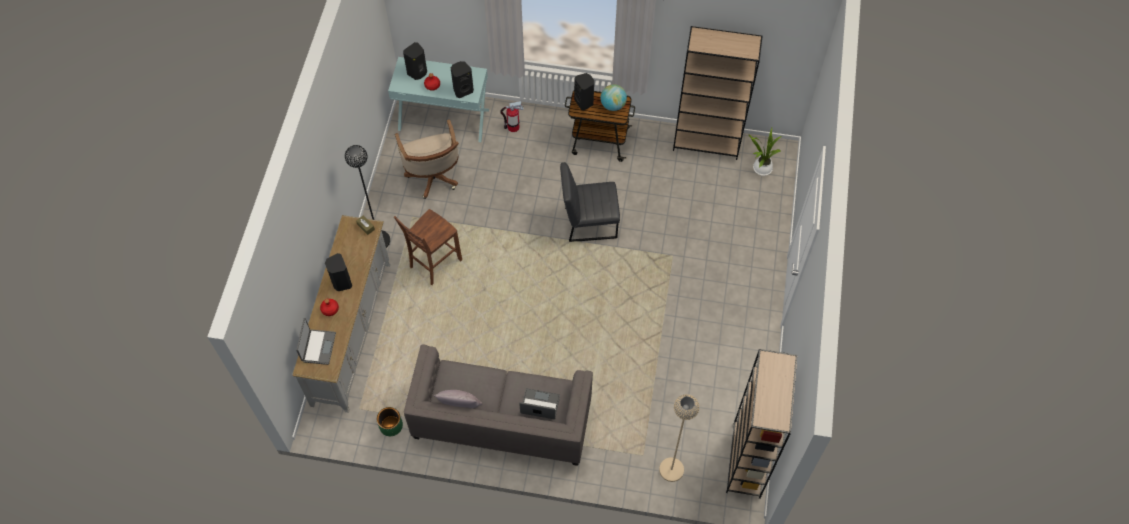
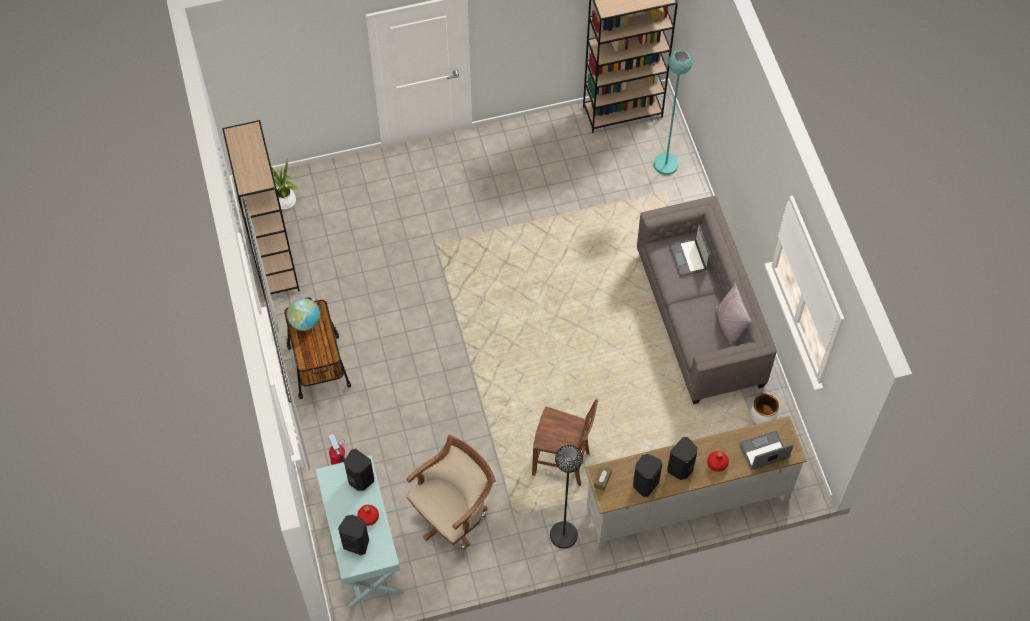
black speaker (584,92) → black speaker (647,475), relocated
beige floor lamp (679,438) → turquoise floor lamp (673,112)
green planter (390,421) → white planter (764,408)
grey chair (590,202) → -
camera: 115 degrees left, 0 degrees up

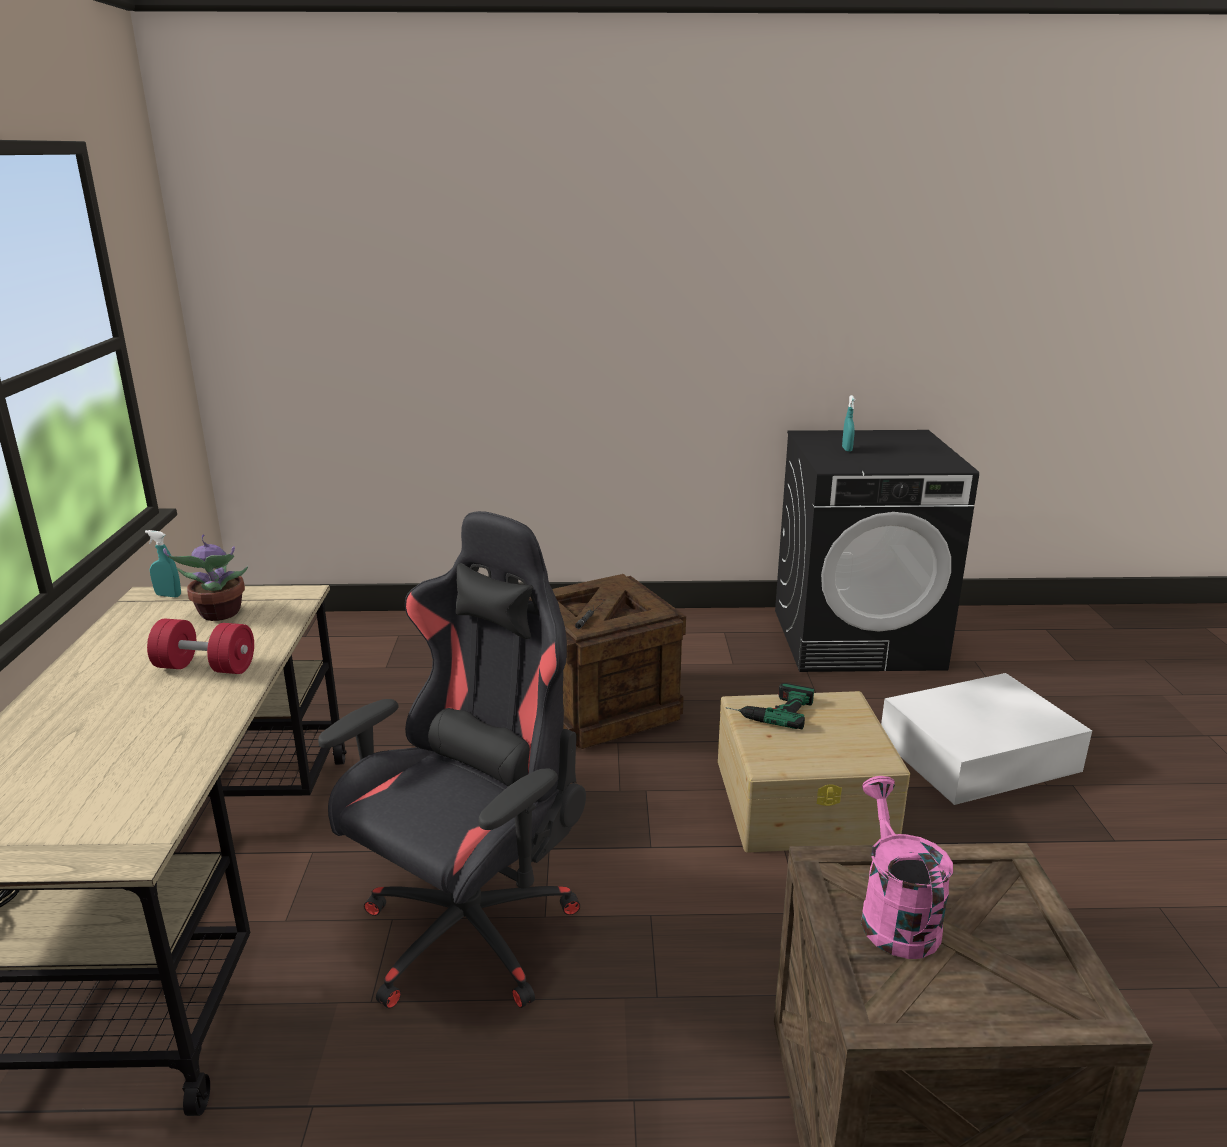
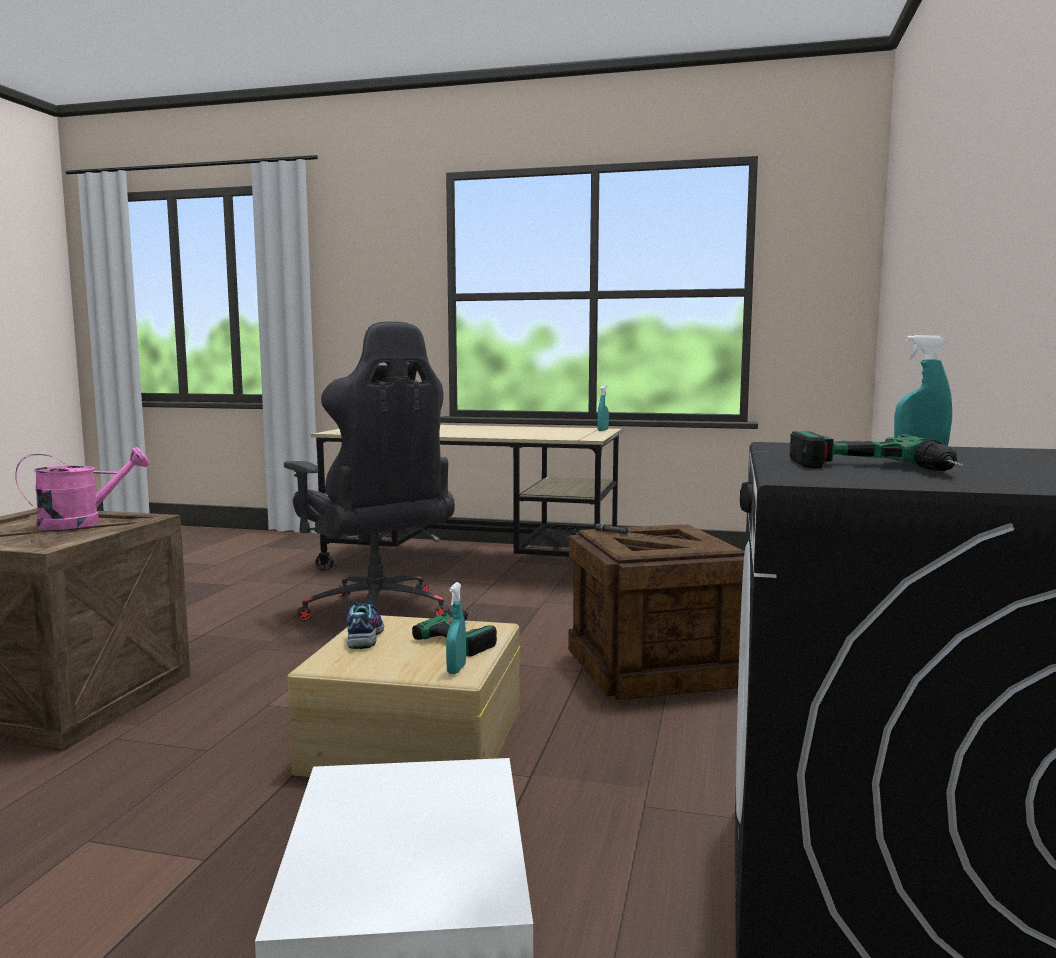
pink watering can (907,867) → pink watering can (82,488), 45 degrees counterclockwise
- → shoe (363,624)
- → turquoise spray bottle (456,628)
- → power drill (876,451)
red dumbbell (200,646) → -
potted plant (205,578) → -
camera: 105 degrees right, 15 degrees down

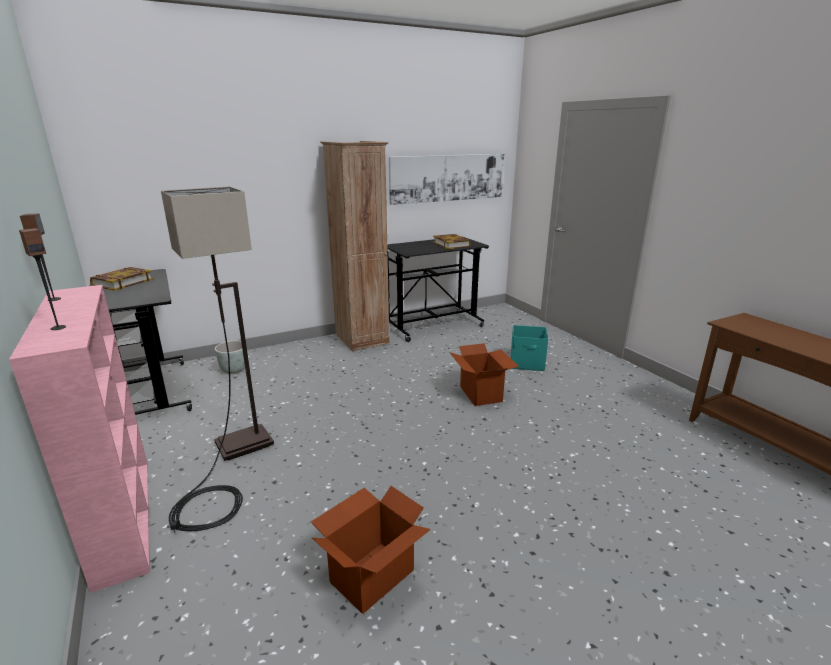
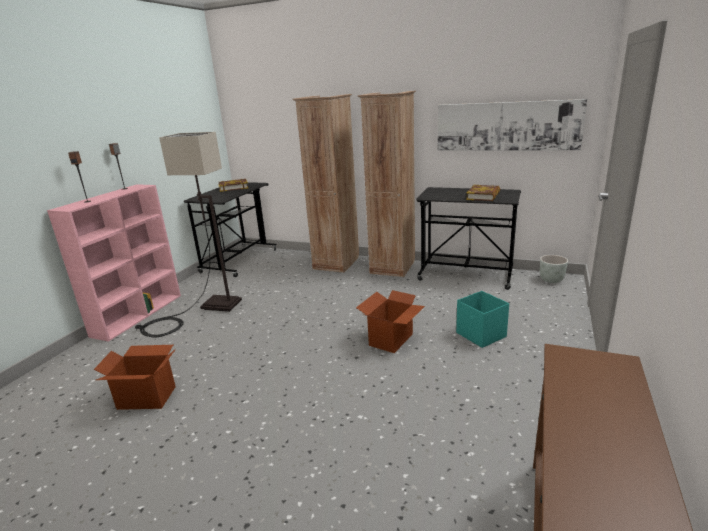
- → brown cabinet (325,183)
grey planter (230,357) → grey planter (554,269), relocated
camera: 50 degrees right, 0 degrees up

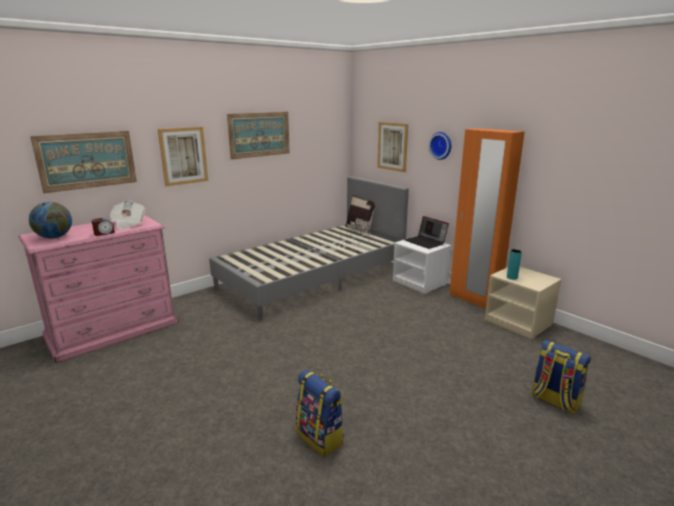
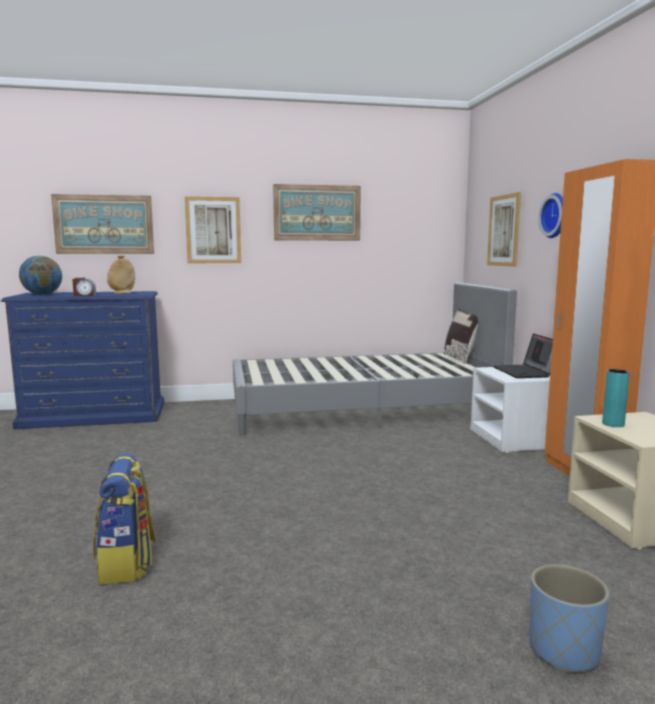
pink dresser (99,289) → blue dresser (82,360)
newspaper (127,215) → beige vase (121,275)
backpack (561,377) → blue planter (569,618)
camera: 30 degrees right, 10 degrees down

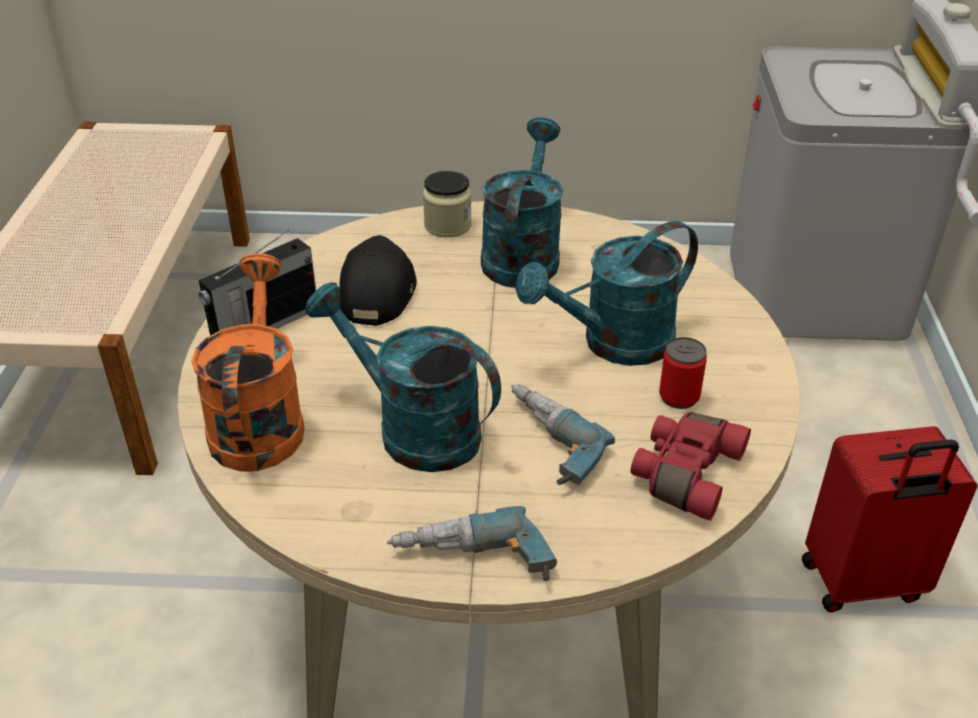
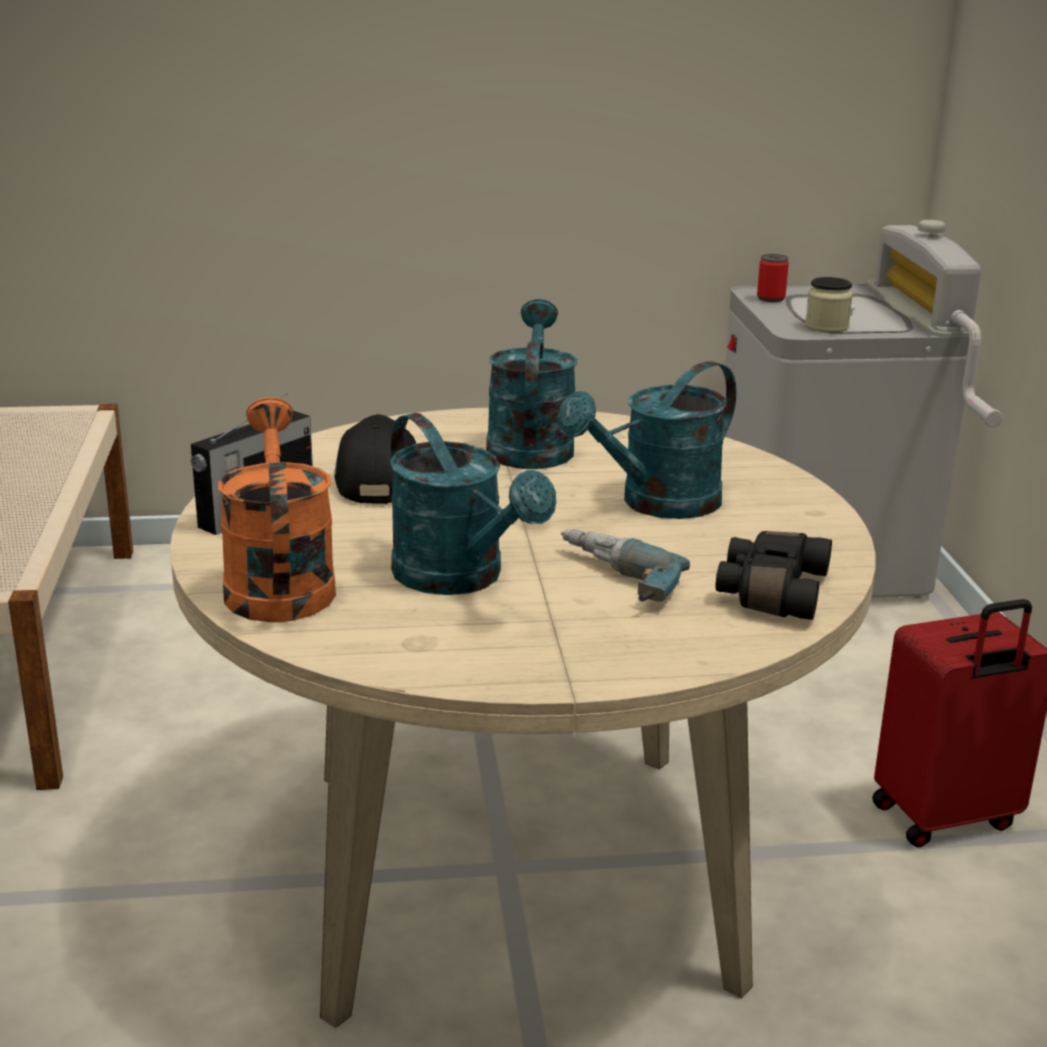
turquoise watering can (403,377) → turquoise watering can (473,504), 150 degrees counterclockwise
red binoculars (691,466) → black binoculars (774,575)
can (683,373) → can (773,278), relocated
jar (447,204) → jar (829,305), relocated
power drill (472,543) → -
camera: 10 degrees left, 15 degrees down

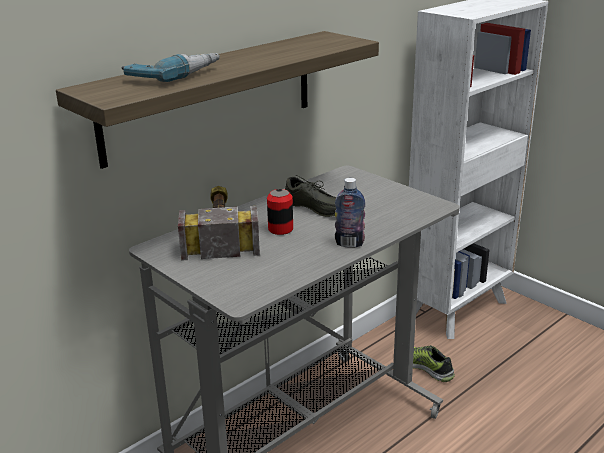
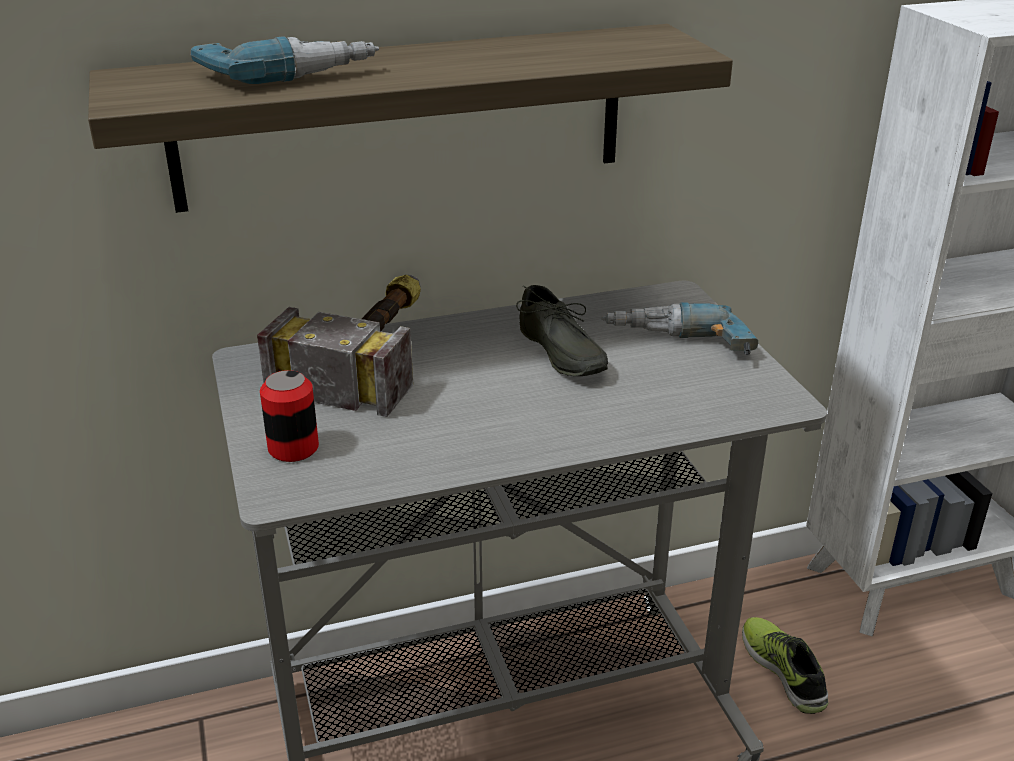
can (280,212) → can (289,416), relocated
- → power drill (680,329)
bottle (350,213) → -
camera: 25 degrees right, 5 degrees up

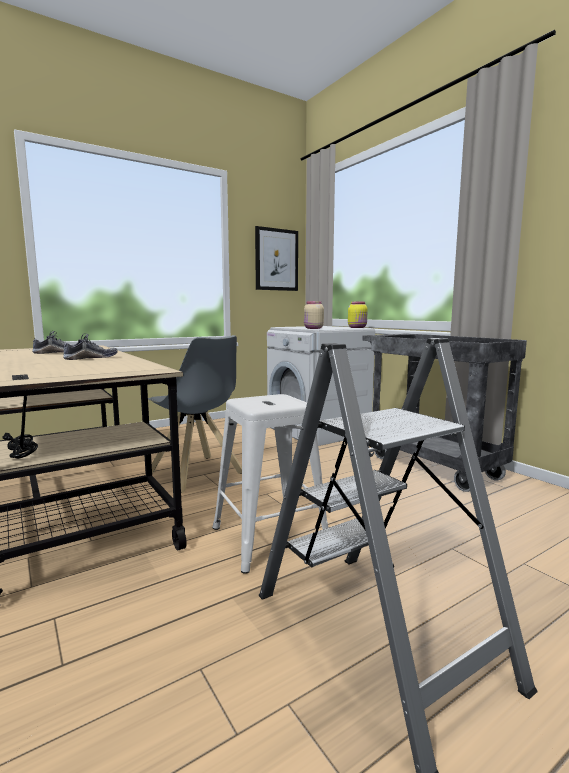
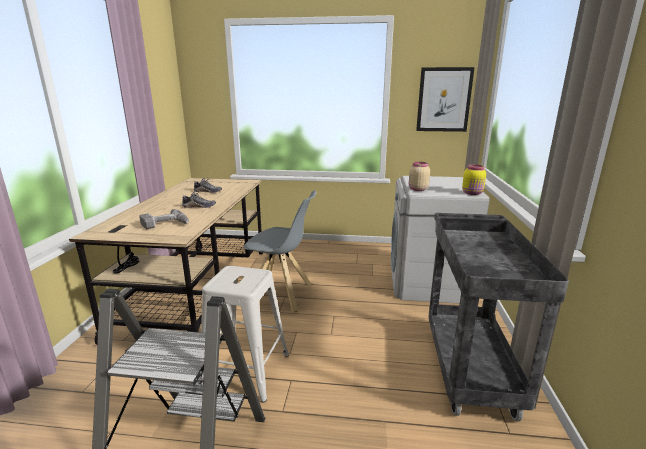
- → power drill (164,219)
grey chair (195,414) → grey chair (280,251), 75 degrees counterclockwise
camera: 40 degrees right, 10 degrees up

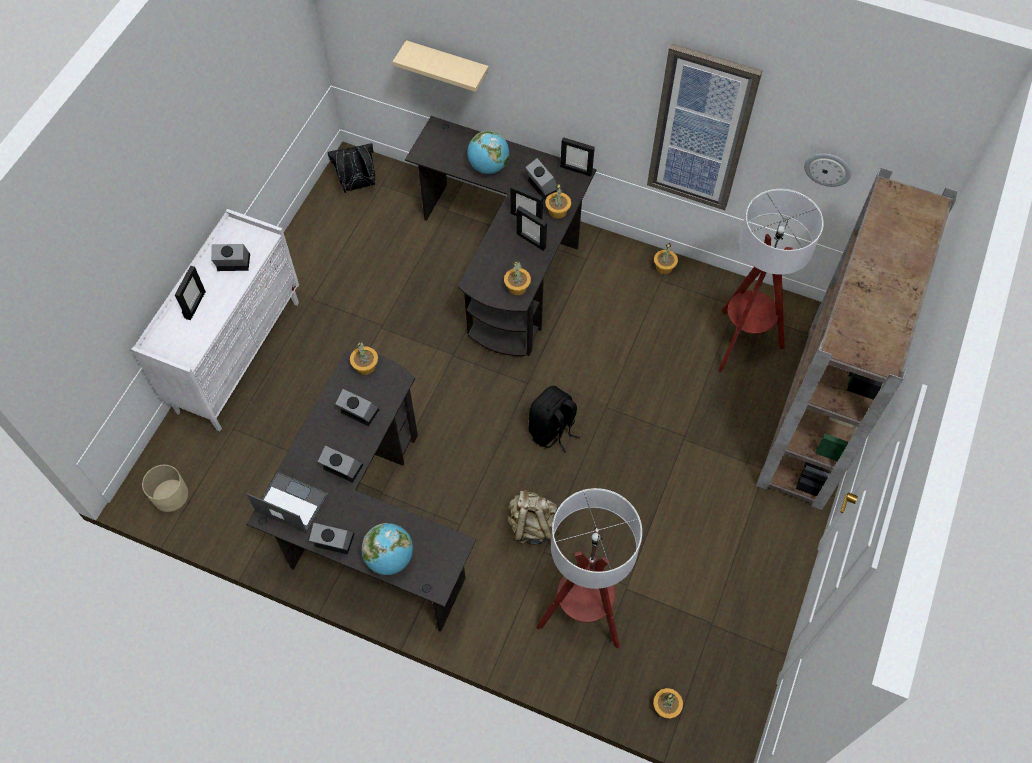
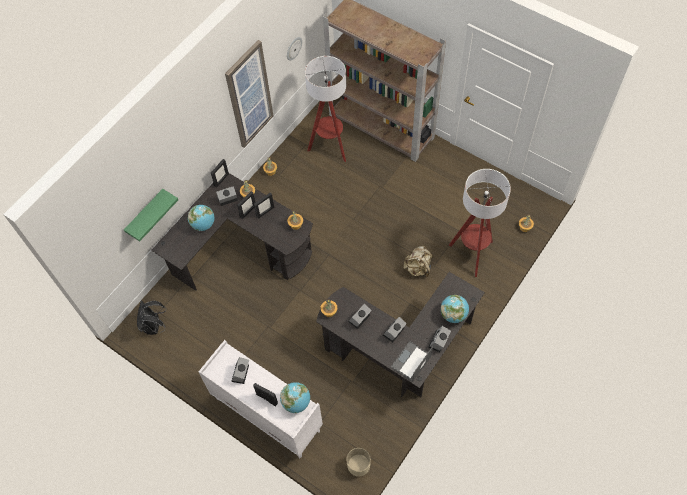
beige shelf (441,66) → green shelf (151,215)
- → globe (295,397)
black backpack (554,419) → -
camera: 75 degrees left, 0 degrees up

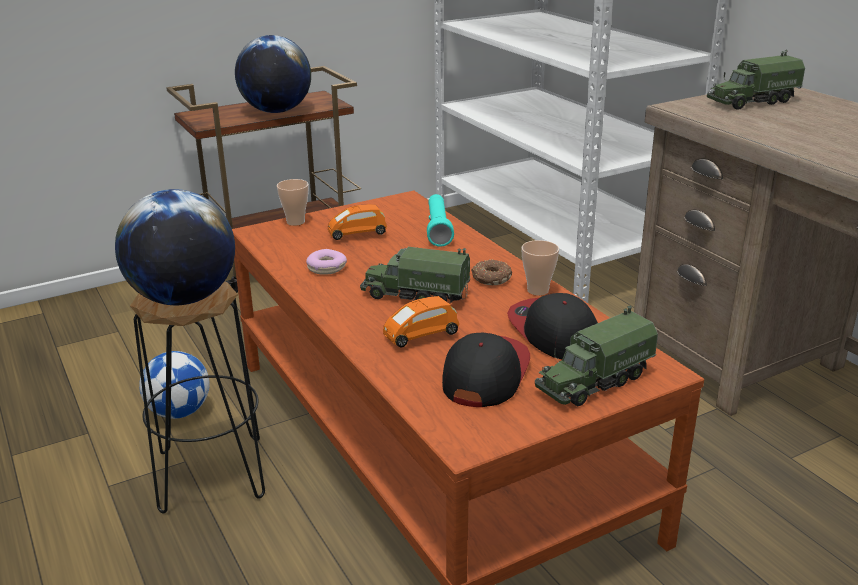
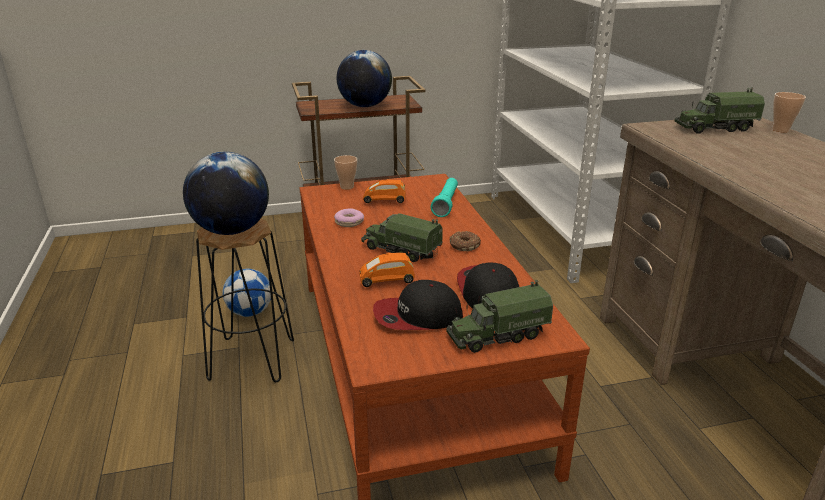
cap (486,370) → cap (418,305), 135 degrees counterclockwise
cup (540,268) → cup (789,112), relocated
camera: 15 degrees right, 0 degrees up

